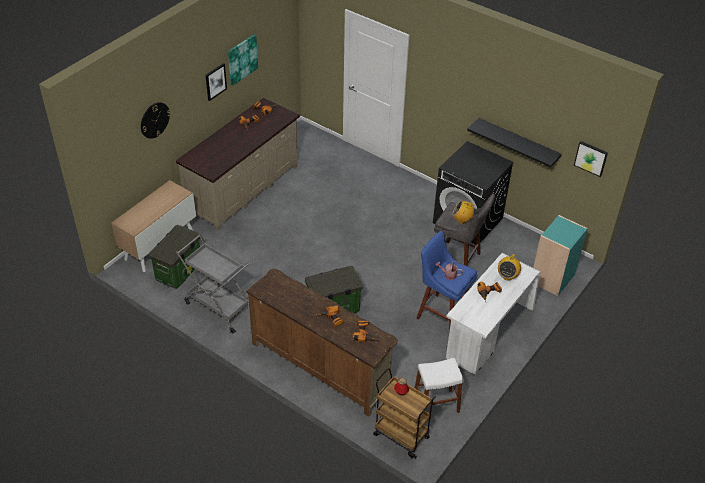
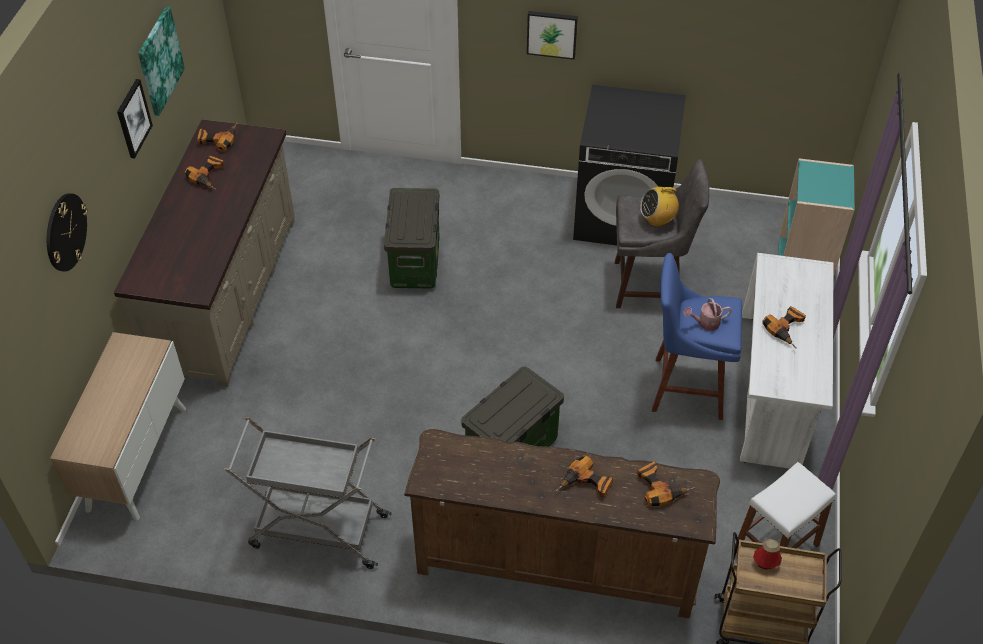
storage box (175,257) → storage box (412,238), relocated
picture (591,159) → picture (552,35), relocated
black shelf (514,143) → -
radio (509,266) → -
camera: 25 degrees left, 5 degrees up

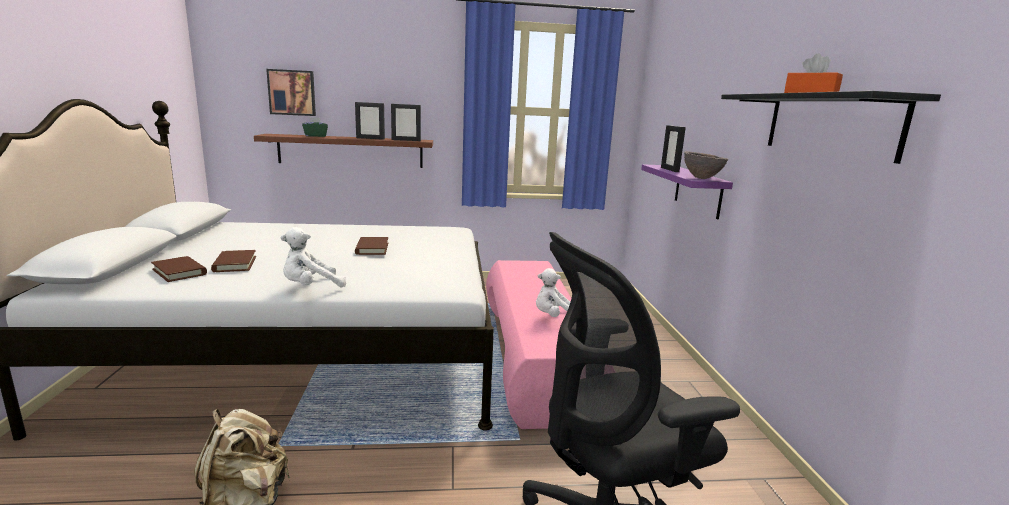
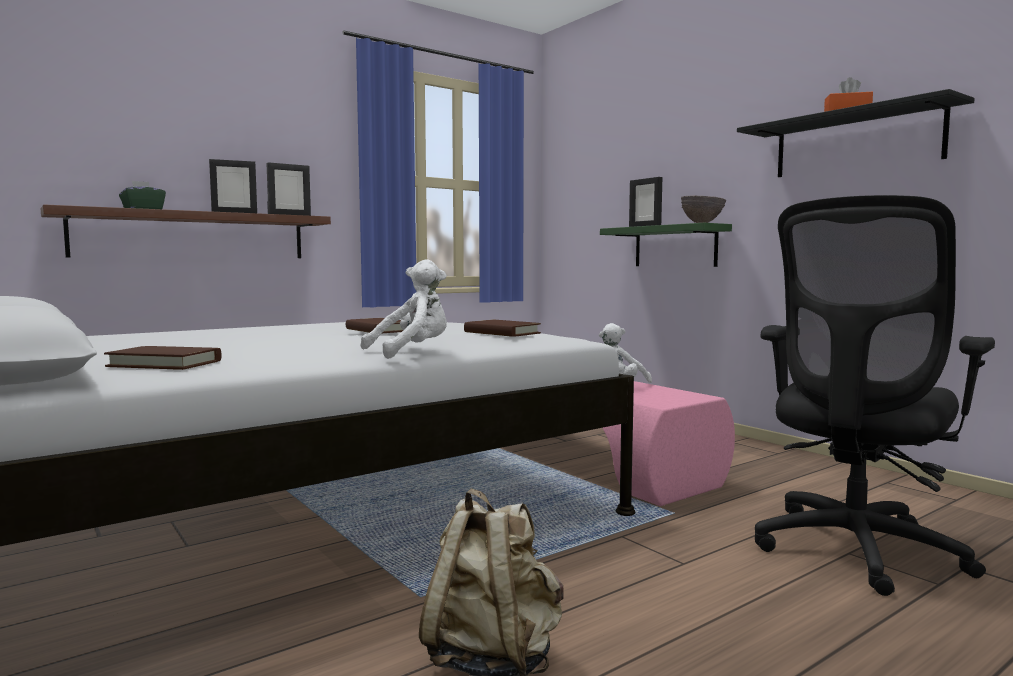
white plush toy (313,257) → white plush toy (404,309), 150 degrees counterclockwise
brown book (233,261) → brown book (502,328), relocated
purple shelf (687,191) → green shelf (666,245)
picture (291,92) → -
camera: 30 degrees left, 10 degrees down

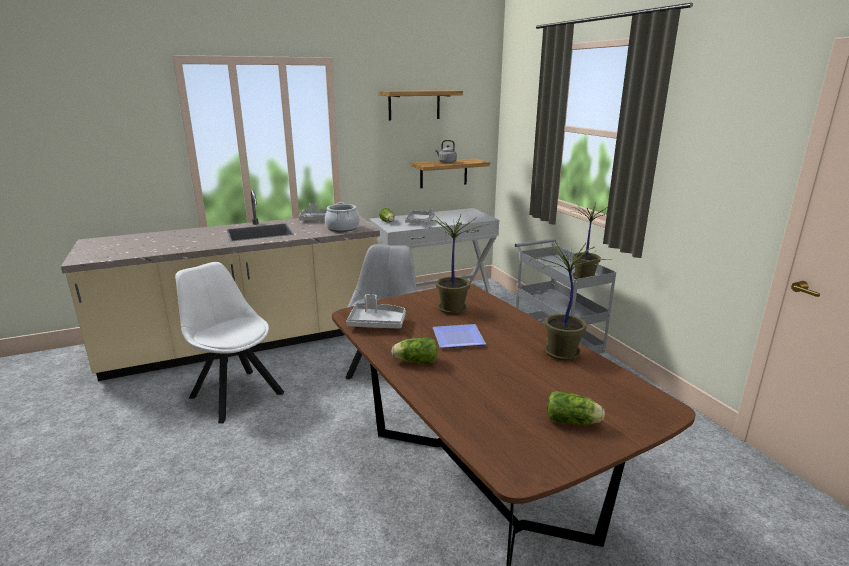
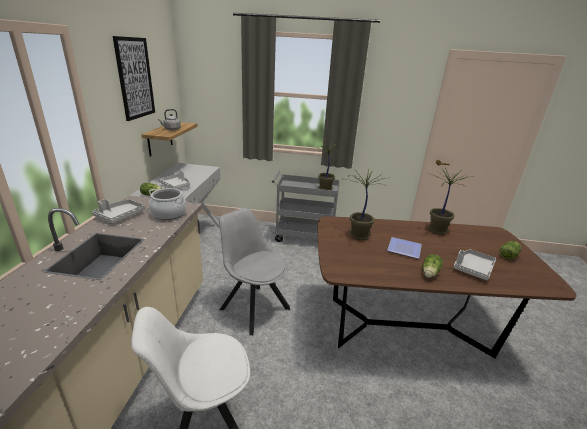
shelf (420,105) → picture (134,78)
grey tray (376,311) → grey tray (474,264), relocated
camera: 60 degrees left, 5 degrees up

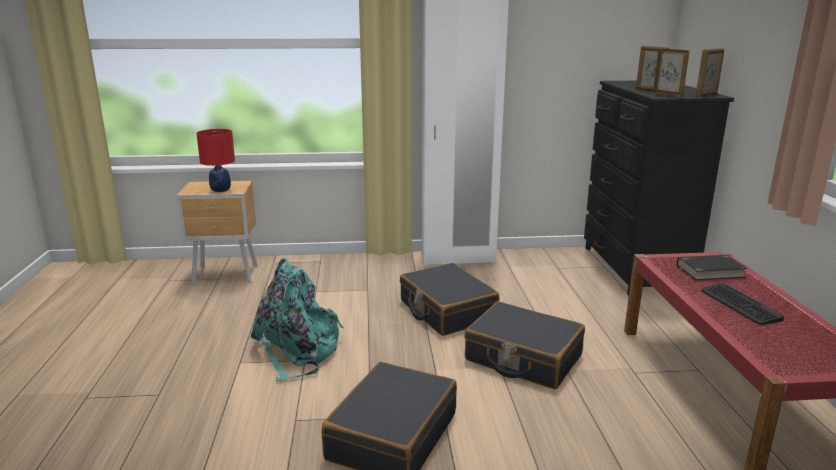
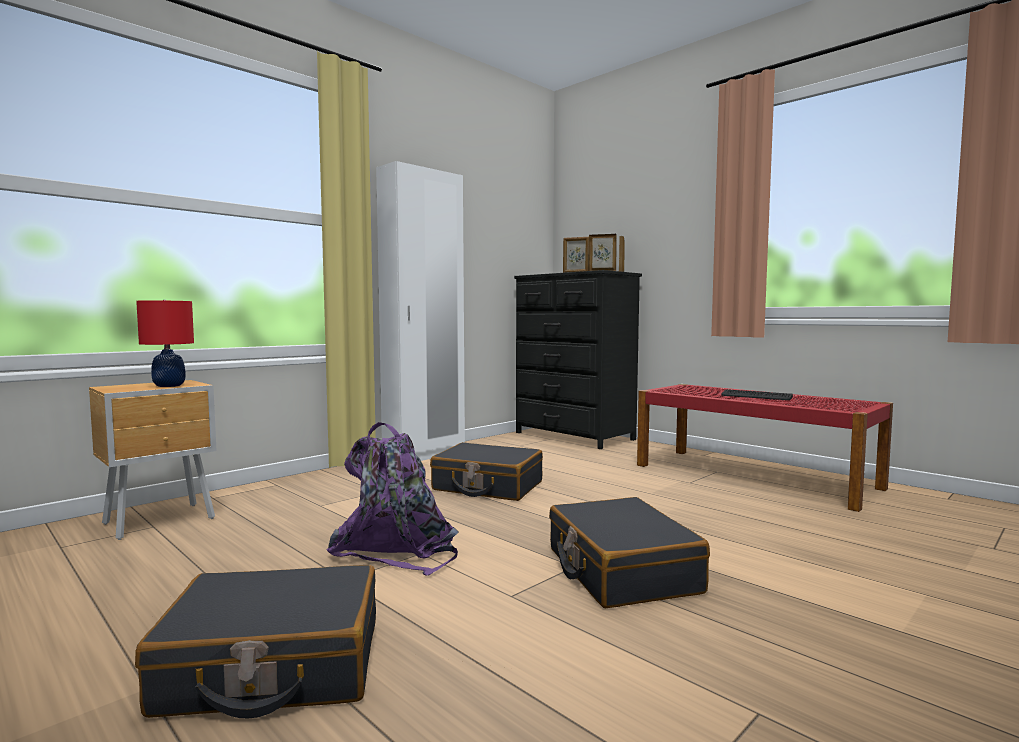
black suitcase (524,345) → black suitcase (255,641), relocated
turquoise backpack (297,319) → purple backpack (393,499)
black book (710,267) → -
camera: 40 degrees left, 15 degrees down

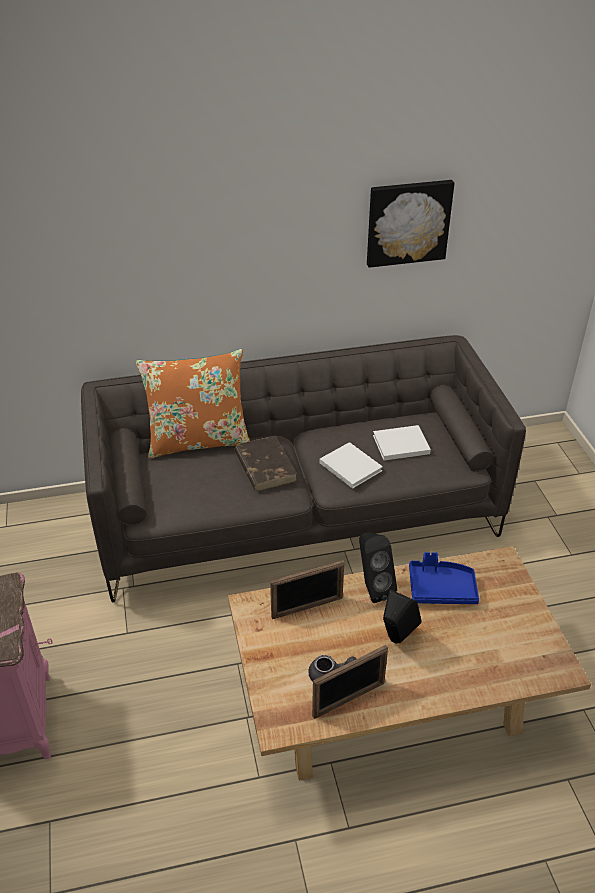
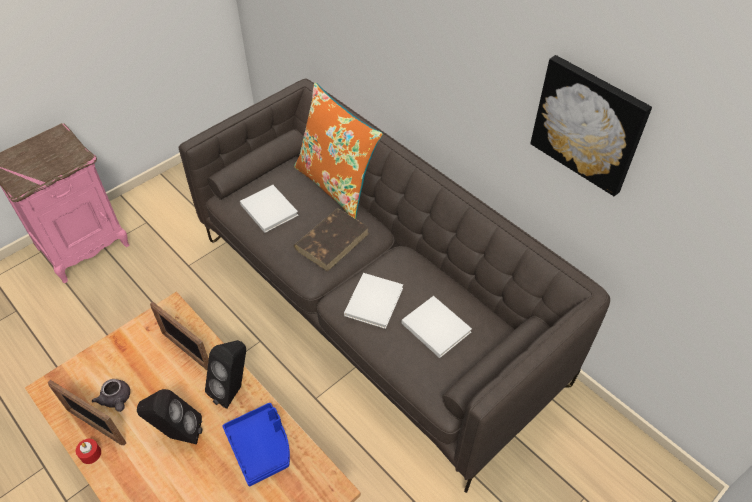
- → red candle (88,451)
- → white book (269,209)
camera: 60 degrees right, 10 degrees up

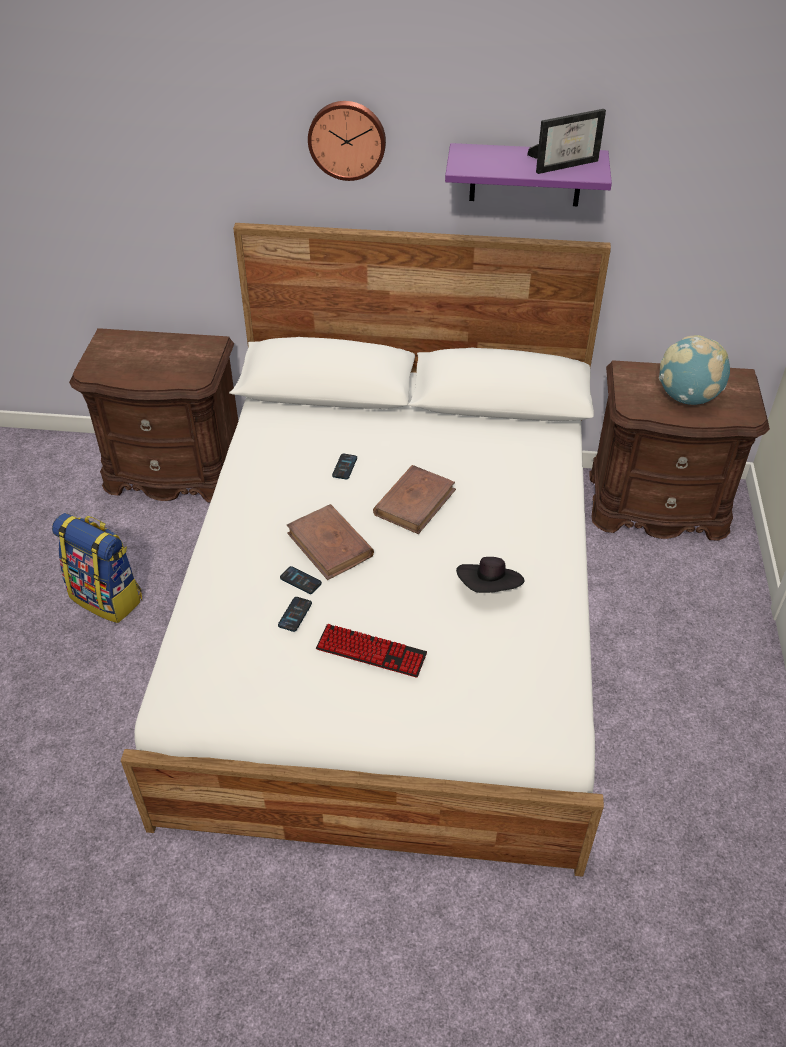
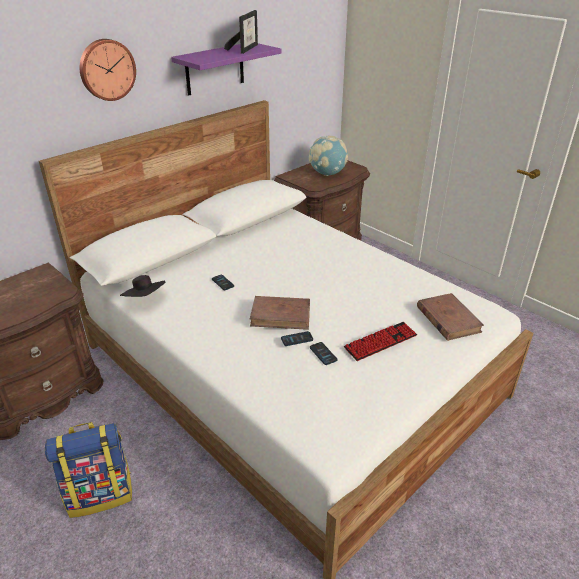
black hat (490,575) → black hat (143,286), relocated
brown book (414,499) → brown book (450,317), relocated
camera: 50 degrees left, 10 degrees down

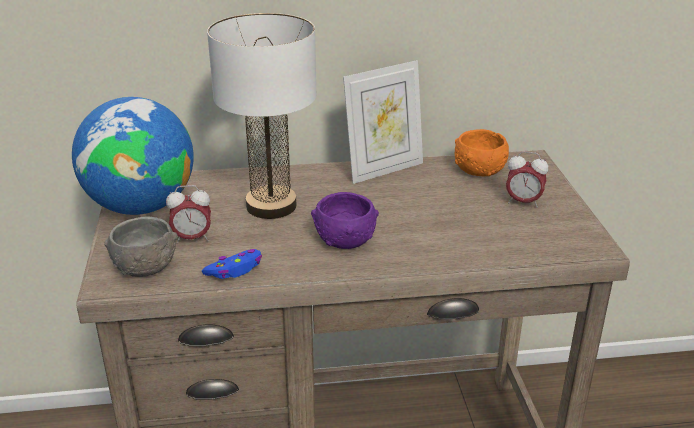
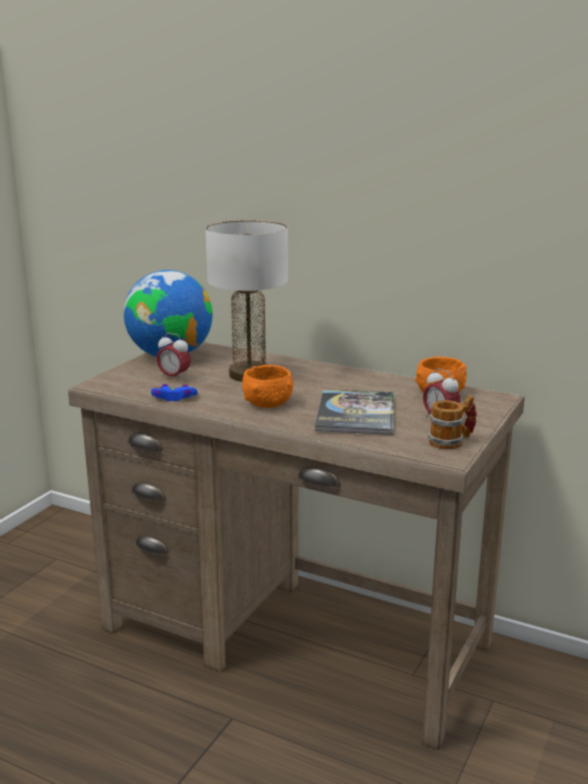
purple bowl (345,220) → orange bowl (267,386)
- → book (354,412)
- → mug (452,422)
grey bowl (141,246) → -
picture frame (383,122) → -
camera: 35 degrees right, 10 degrees down

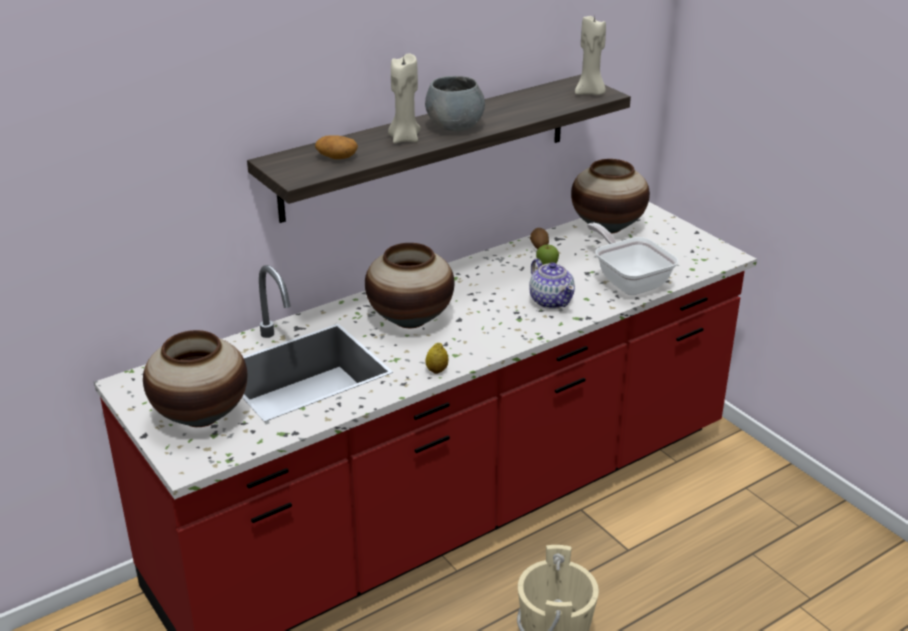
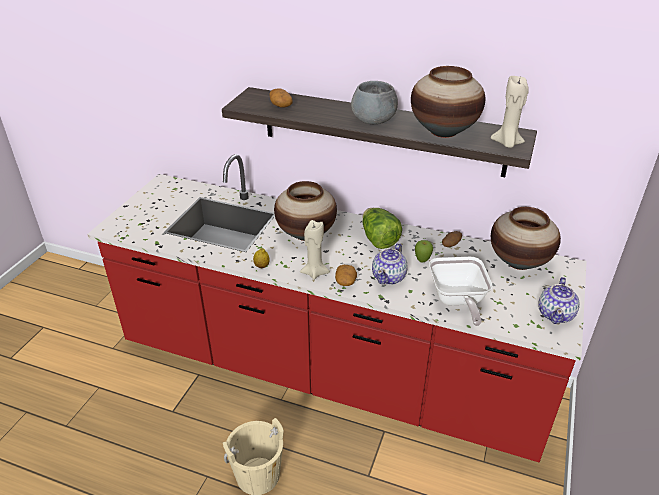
beige candle (404,98) → beige candle (315,250), relocated
- → potato (346,275)
- → lettuce (382,228)
vase (195,378) → vase (448,102), relocated
frying pan (632,259) → frying pan (461,291), 150 degrees clockwise
- → teapot (559,300)
camera: 55 degrees right, 5 degrees up

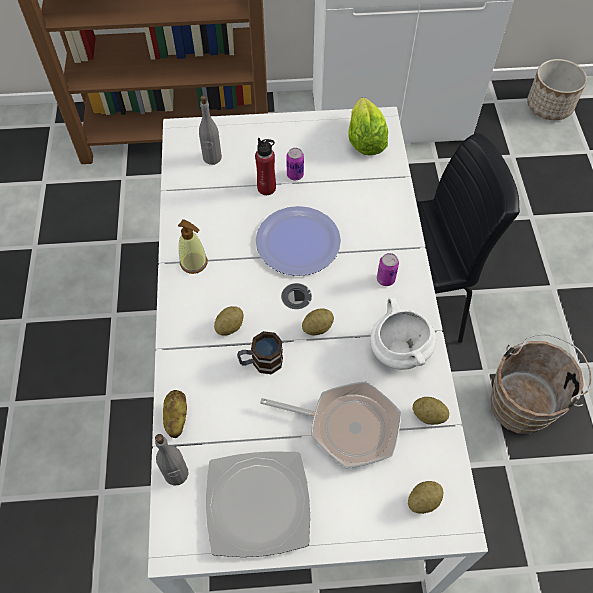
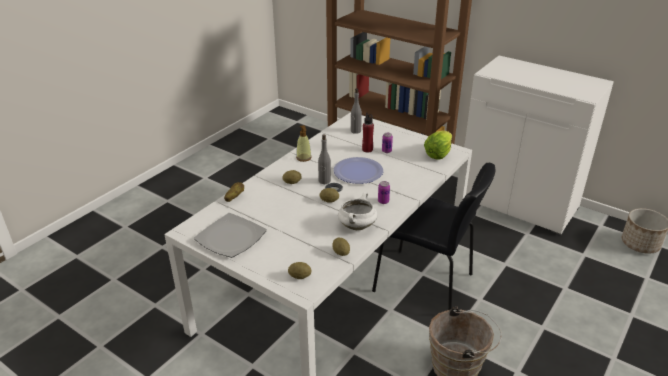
grey bottle (172,460) → grey bottle (324,159), relocated
mug (260,353) → -
frying pan (330,425) → -
camera: 40 degrees right, 25 degrees down

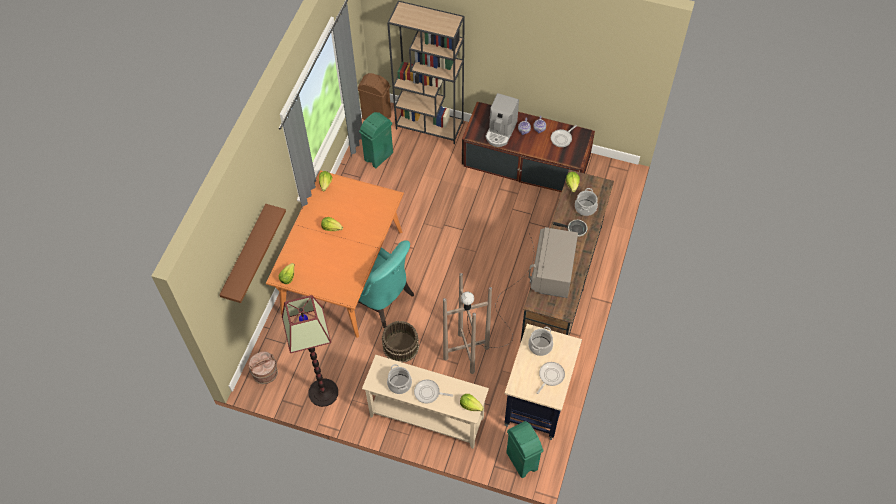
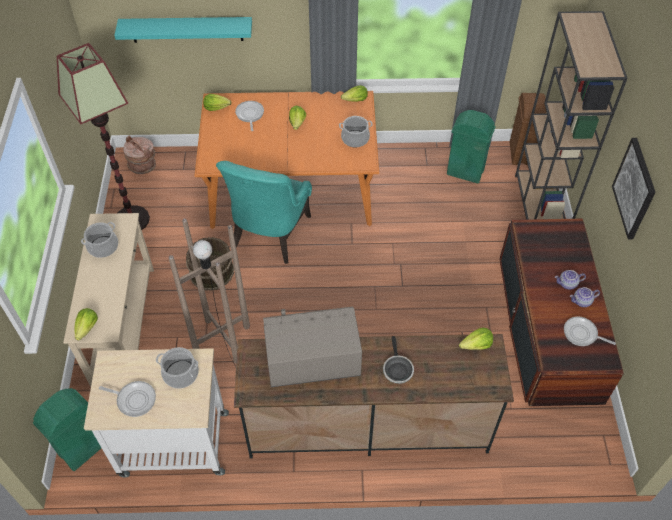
blue cart (543,382) → white cart (156,412)
brown shelf (253,253) → turquoise shelf (183,30)
frying pan (433,391) → frying pan (249,116), relocated
cooking pot (586,202) → cooking pot (356,132), relocated
- → picture (634,188)
coffee machine (502,120) → -
camera: 70 degrees right, 5 degrees down

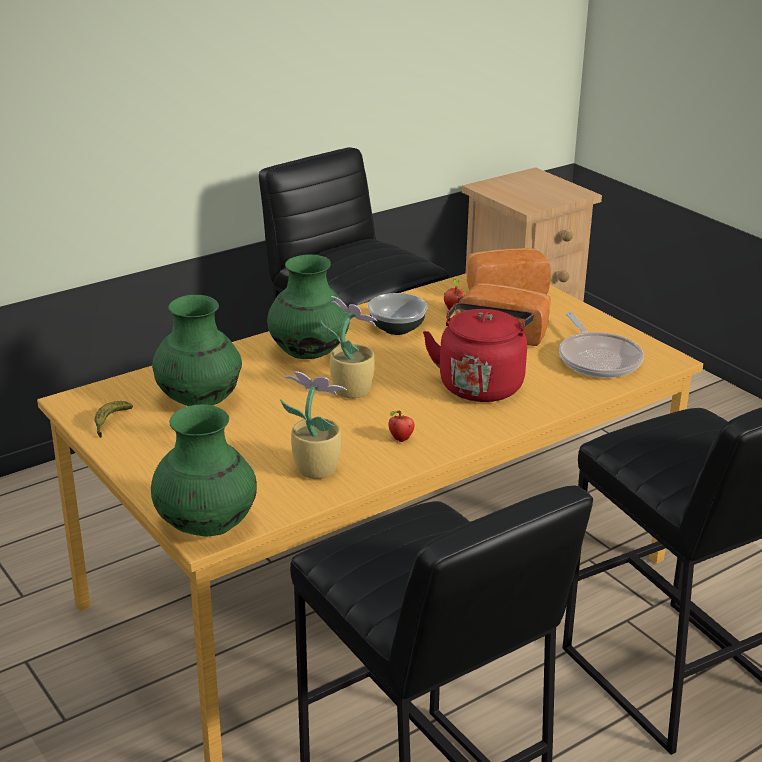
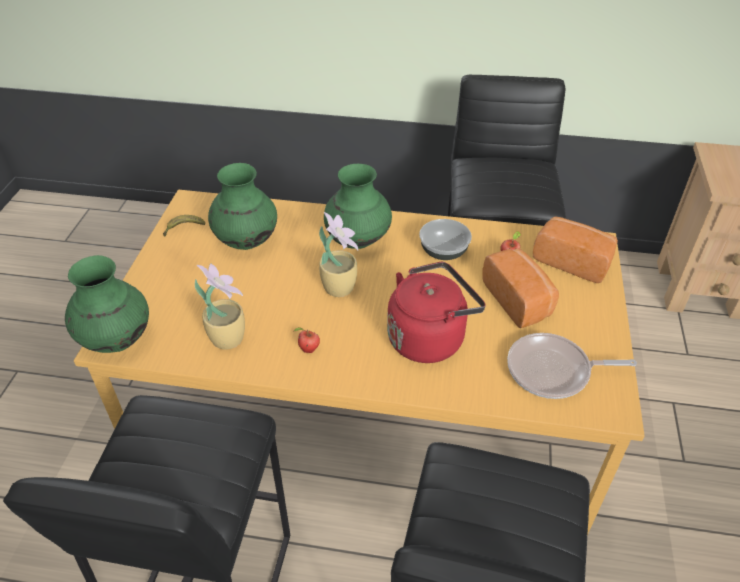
frying pan (601,345) → frying pan (572,366), 60 degrees clockwise
camera: 45 degrees right, 15 degrees up

